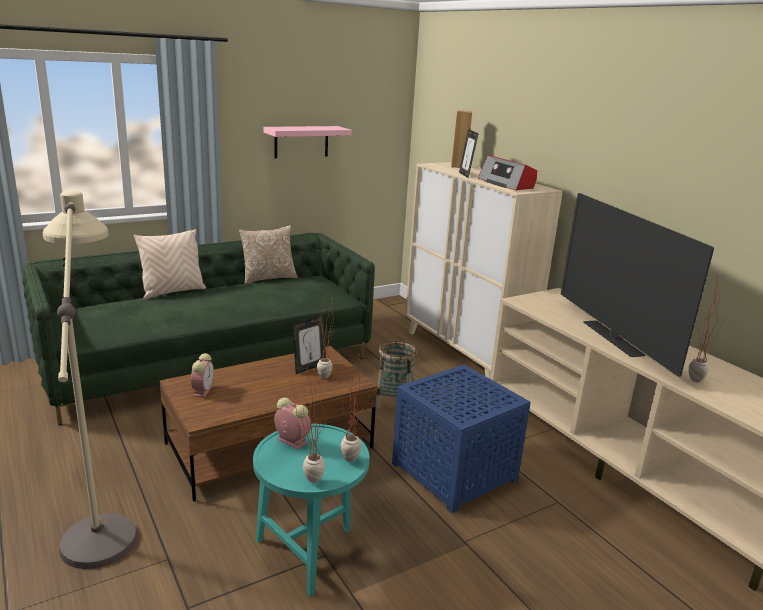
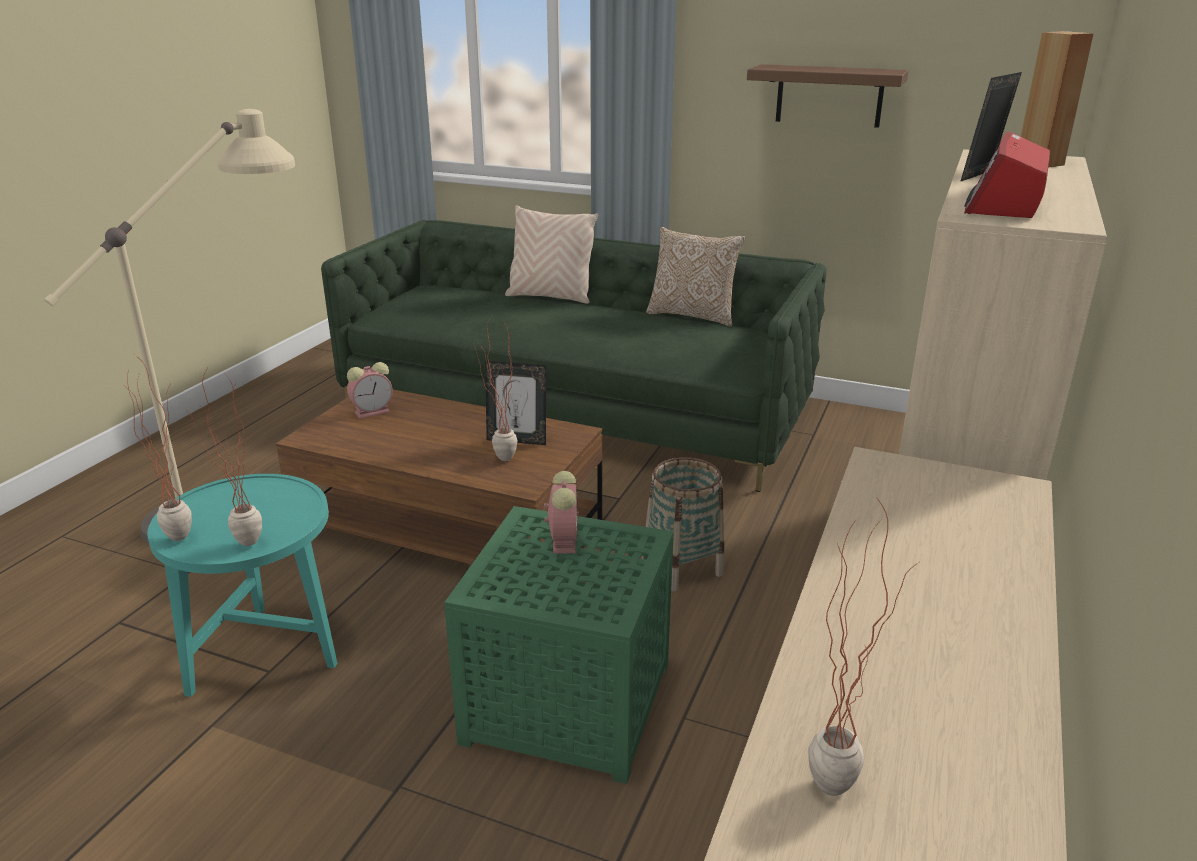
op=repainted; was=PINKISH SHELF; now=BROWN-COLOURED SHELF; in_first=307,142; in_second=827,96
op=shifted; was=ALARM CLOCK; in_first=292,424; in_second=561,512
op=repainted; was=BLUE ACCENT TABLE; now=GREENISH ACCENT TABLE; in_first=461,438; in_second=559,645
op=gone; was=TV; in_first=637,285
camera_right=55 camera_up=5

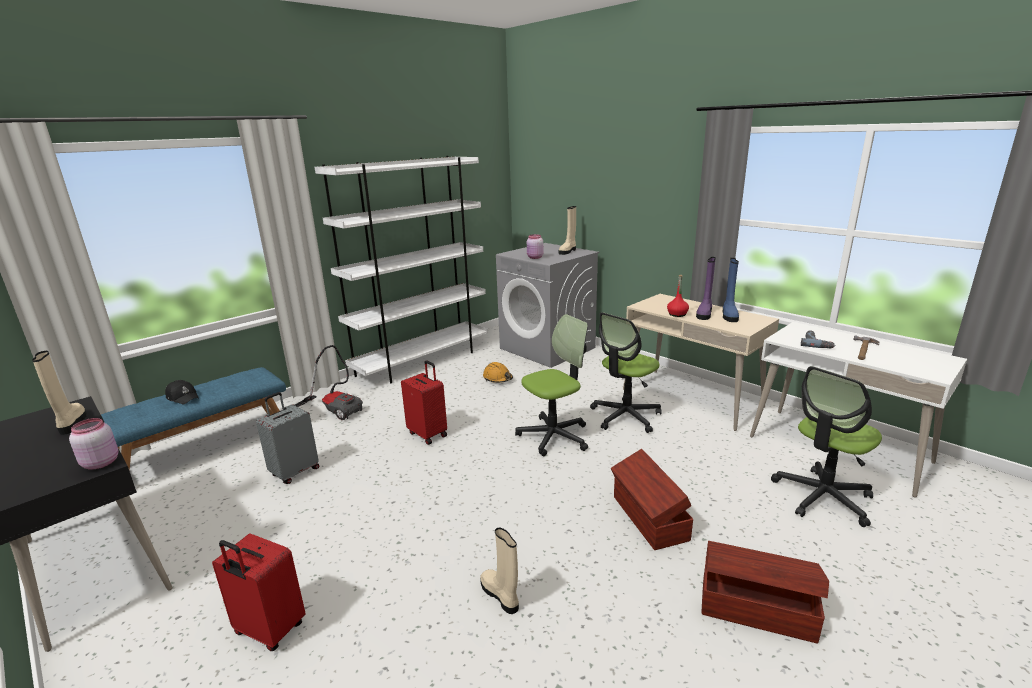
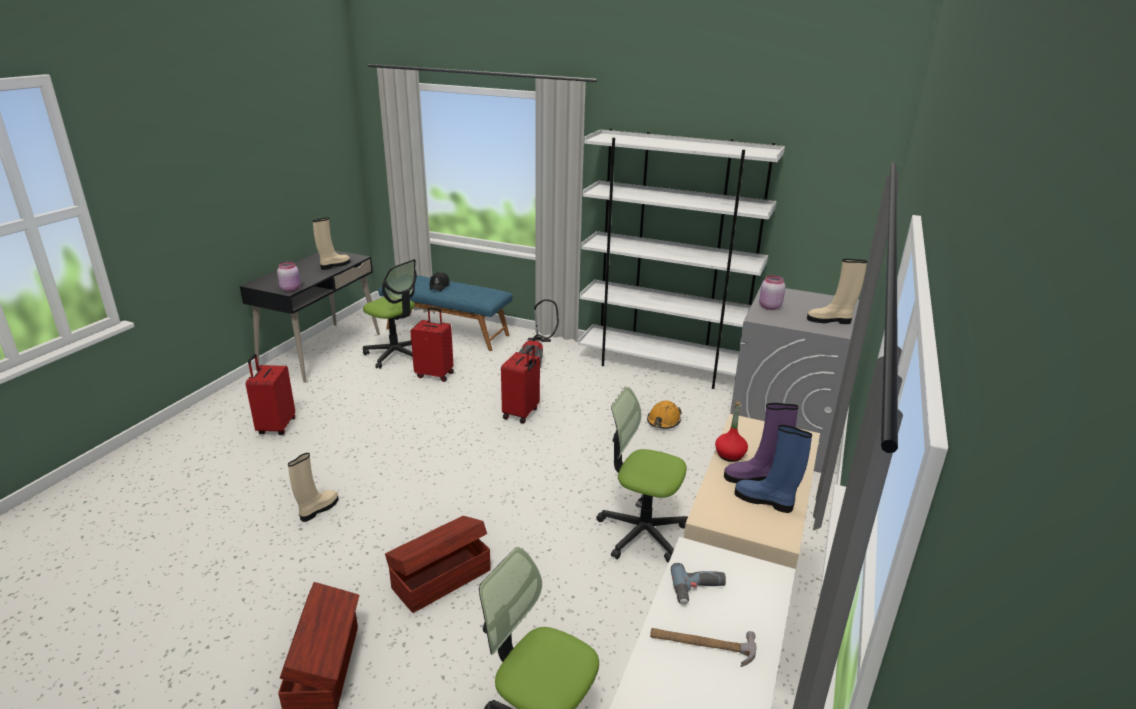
op=repainted; was=GREYISH TRAVEL CASE; now=RED TRAVEL CASE; in_first=288,438; in_second=432,344
op=shifted; was=OFFICE CHAIR; in_first=551,385; in_second=390,314
op=rotated; was=BLUE BOOT; in_first=731,290; in_second=773,469; clockwise=45
camera_right=65 camera_up=5

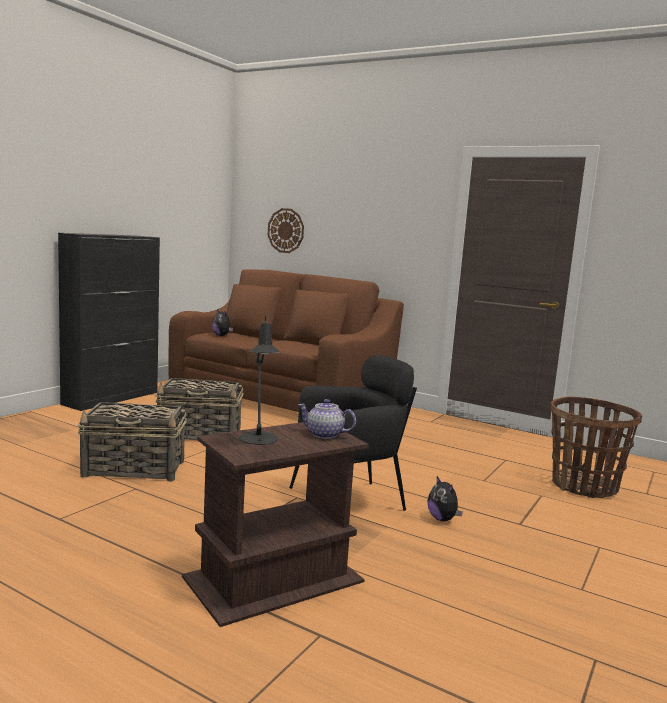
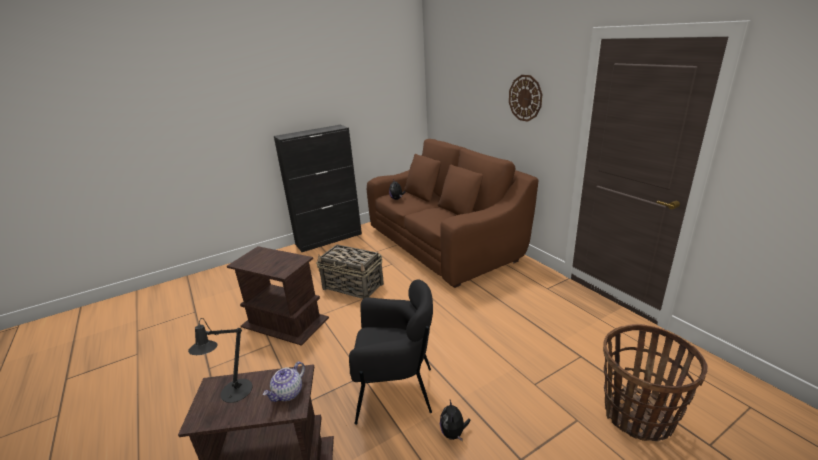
op=swapped; was=HOUSEHOLD BASKET; now=BROWN-COLOURED ACCENT TABLE; in_first=132,442; in_second=278,296
op=shifted; was=WALL CLOCK; in_first=286,230; in_second=525,98
op=rotated; was=TEAPOT; in_first=327,419; in_second=284,382; clockwise=-105
camera_right=30 camera_up=15

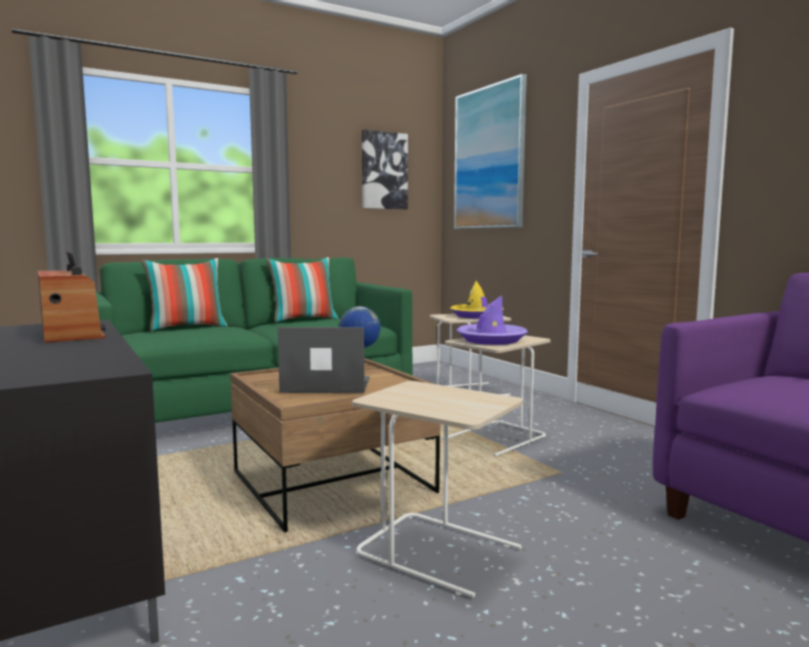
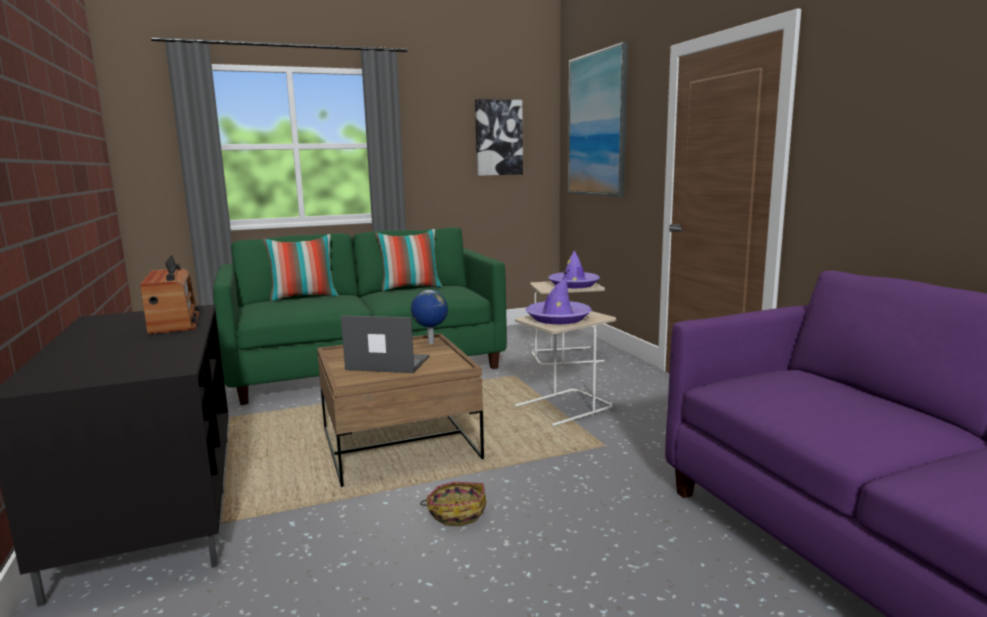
op=swapped; was=BEIGE-COLOURED ACCENT TABLE; now=HOUSEHOLD BASKET; in_first=437,489; in_second=453,504
op=repainted; was=YELLOW HAT; now=PURPLISH HAT; in_first=477,300; in_second=574,269
camera_right=10 camera_up=5

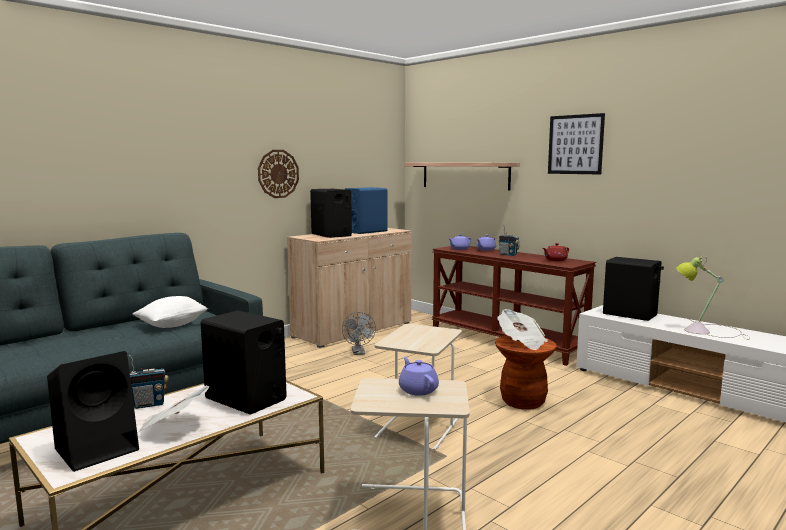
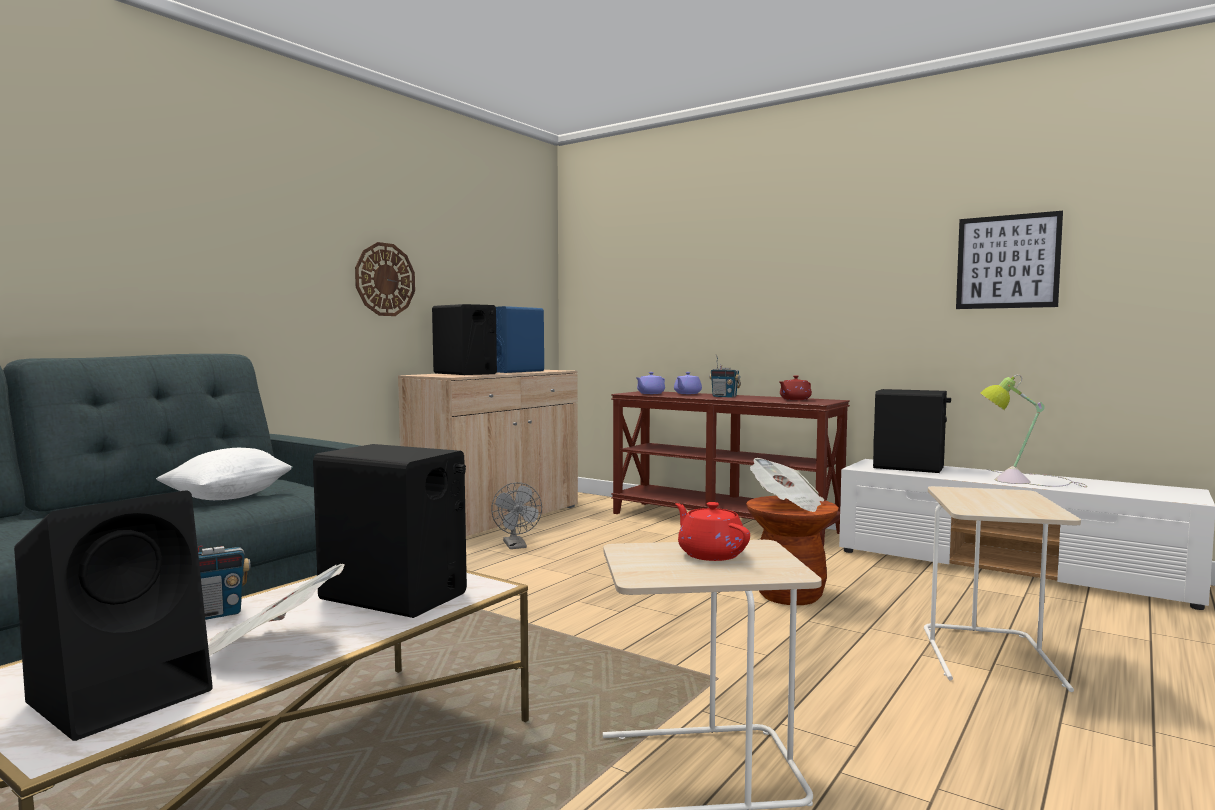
op=shifted; was=BEIGE-COLOURED ACCENT TABLE; in_first=417,387; in_second=1002,589
op=repainted; was=PURPLISH TEAPOT; now=RED TEAPOT; in_first=419,376; in_second=712,531
op=gone; was=SHELF; in_first=462,177
op=shifted; was=PICTURE; in_first=576,143; in_second=1009,260
camera_right=-10 camera_up=-5

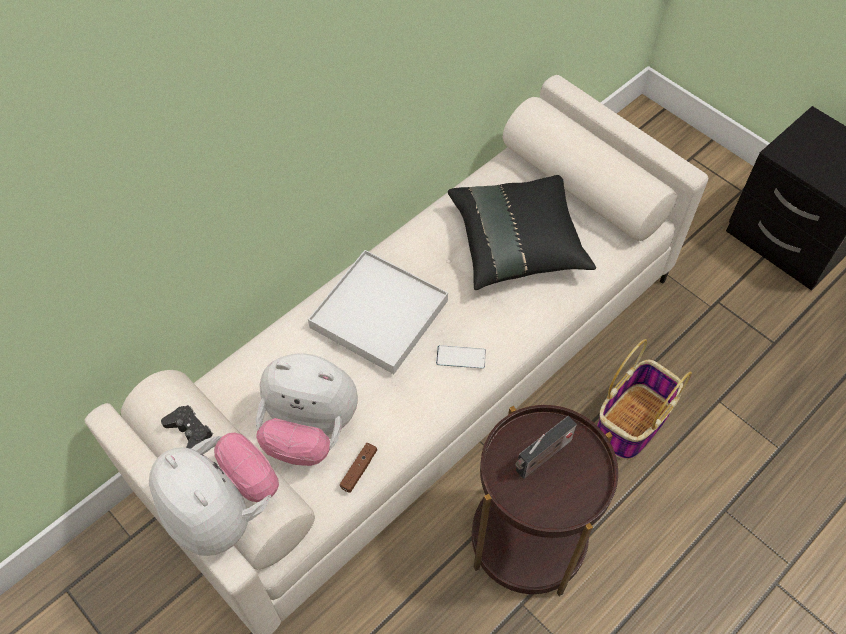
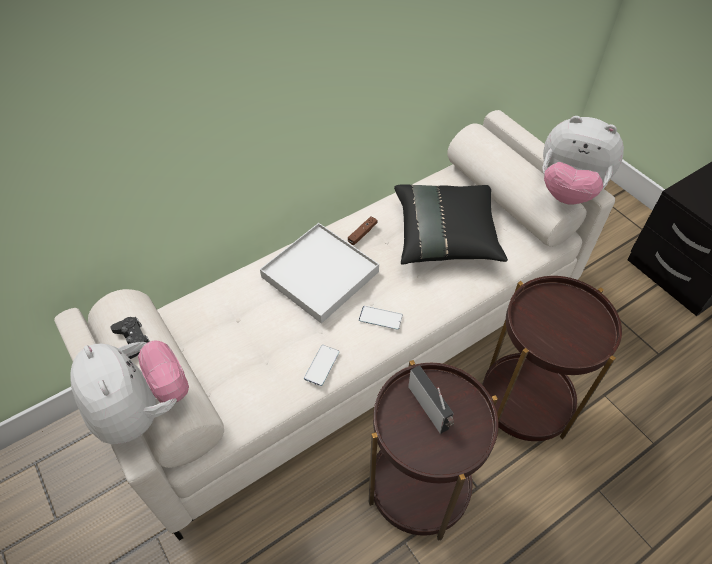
op=shifted; was=SOFT TOY; in_first=307,410; in_second=583,160
op=shifted; was=BROWN-COLOURED GAME CONTROLLER; in_first=358,468; in_second=363,230
op=rotated; was=RADIO; in_first=546,447; in_second=431,399; clockwise=-90
op=swapped; was=HOUSEHOLD BASKET; now=BROWN-COLOURED ACCENT TABLE; in_first=644,399; in_second=552,358
op=new; now=TELEPHONE; in_second=321,365
camera_right=10 camera_up=-5

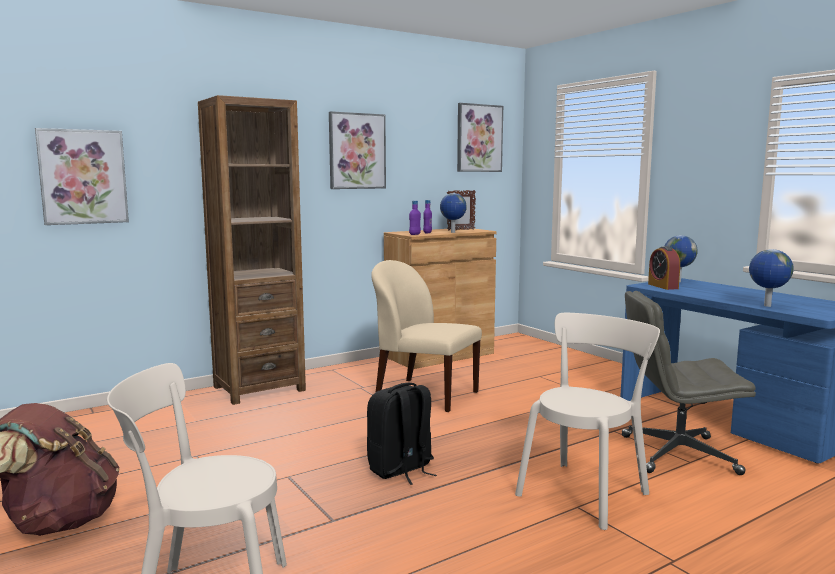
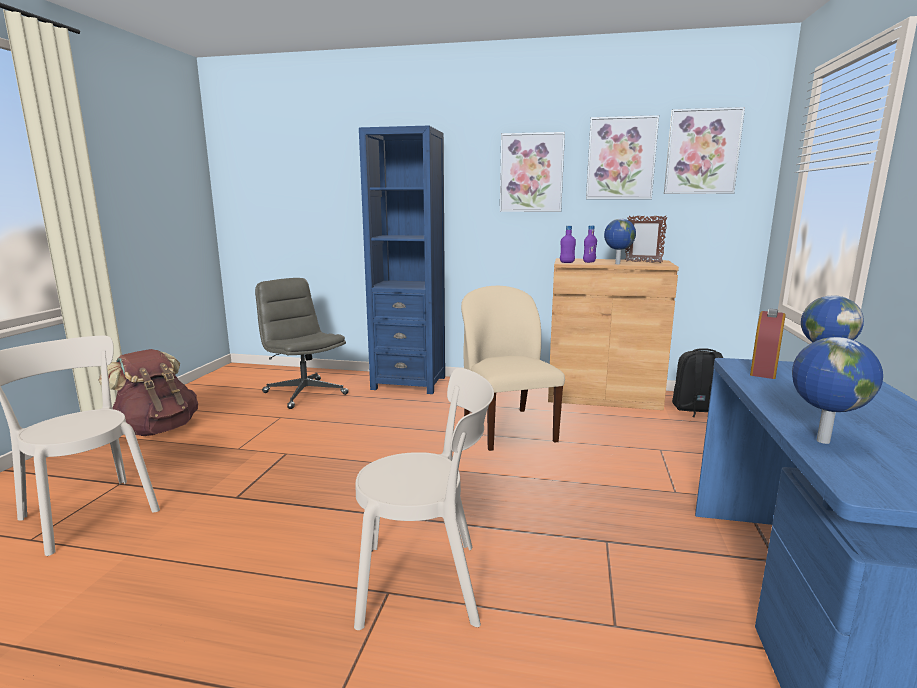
op=shifted; was=PICTURE; in_first=82,176; in_second=622,157
op=repainted; was=BROWN-COLOURED BOOKSHELF; now=BLUE BOOKSHELF; in_first=252,250; in_second=402,260
op=shifted; was=BLACKISH BACKPACK; in_first=402,434; in_second=697,382
op=shifted; was=GREYISH OFFICE CHAIR; in_first=689,383; in_second=302,343
camera_right=45 camera_up=5

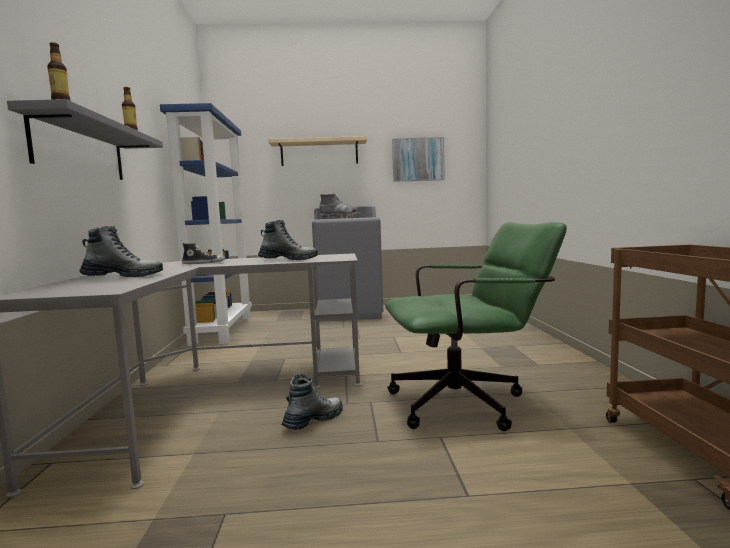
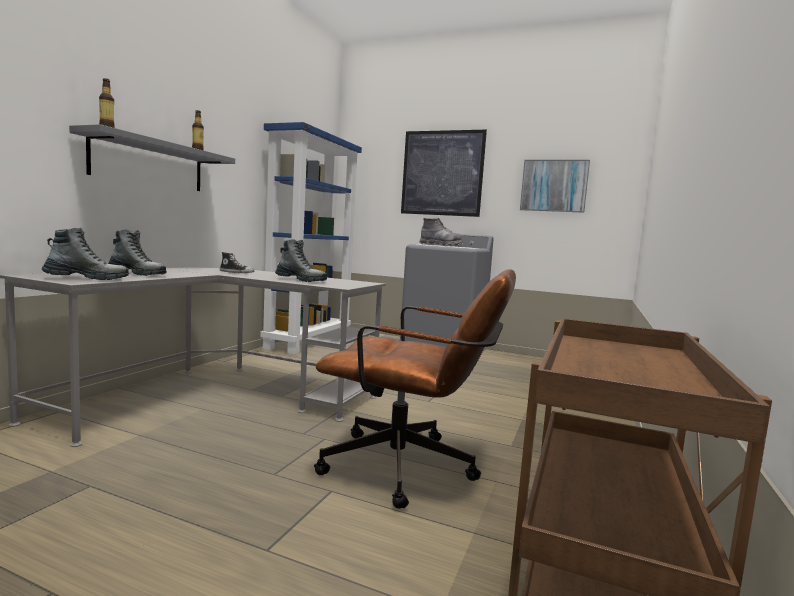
op=swapped; was=BEIGE-COLOURED SHELF; now=PICTURE; in_first=317,151; in_second=444,173
op=shifted; was=BOOT; in_first=312,402; in_second=85,254
op=repainted; was=GREENISH OFFICE CHAIR; now=BROWN-COLOURED OFFICE CHAIR; in_first=476,326; in_second=415,389
camera_right=25 camera_up=0

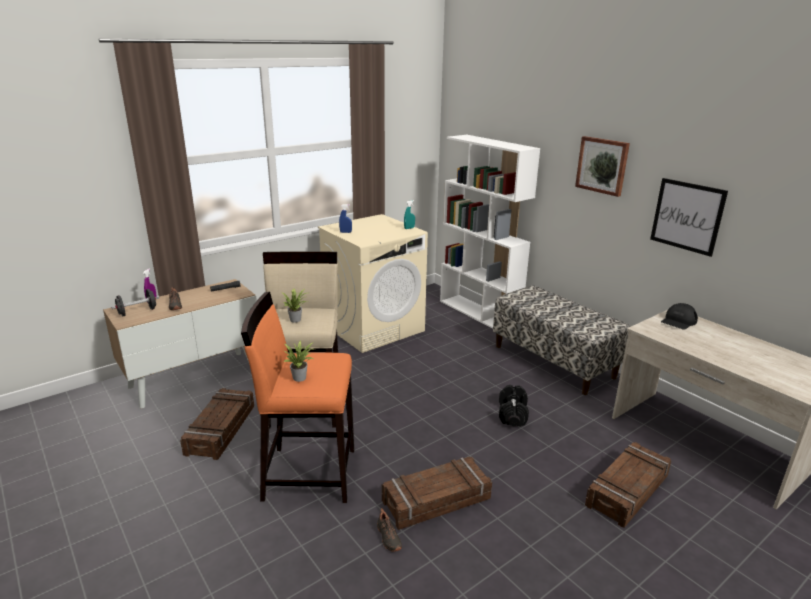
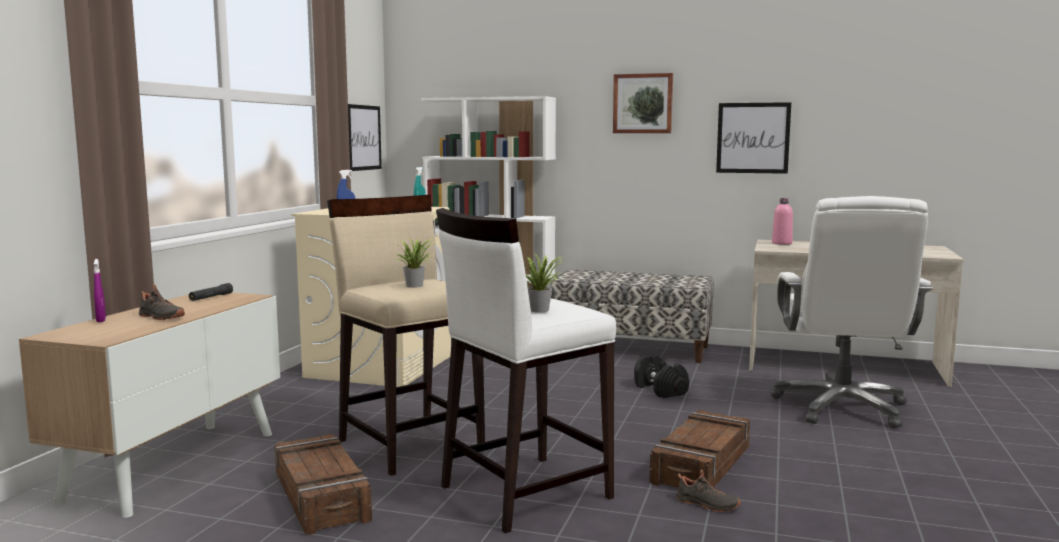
op=gone; was=BLACKISH HAND WEIGHT; in_first=135,303
op=repainted; was=ORANGE-COLOURED STOOL SEAT; now=WHITISH STOOL SEAT; in_first=297,397; in_second=526,370
op=swapped; was=SHIPPING CRATE; now=WHITISH OFFICE CHAIR; in_first=628,485; in_second=852,312
op=swapped; was=BLACKISH PEAKED CAP; now=PINKISH BEVERAGE BOTTLE; in_first=679,316; in_second=782,221
op=new; now=PICTURE; in_second=365,137
camera_right=-35 camera_up=-15

